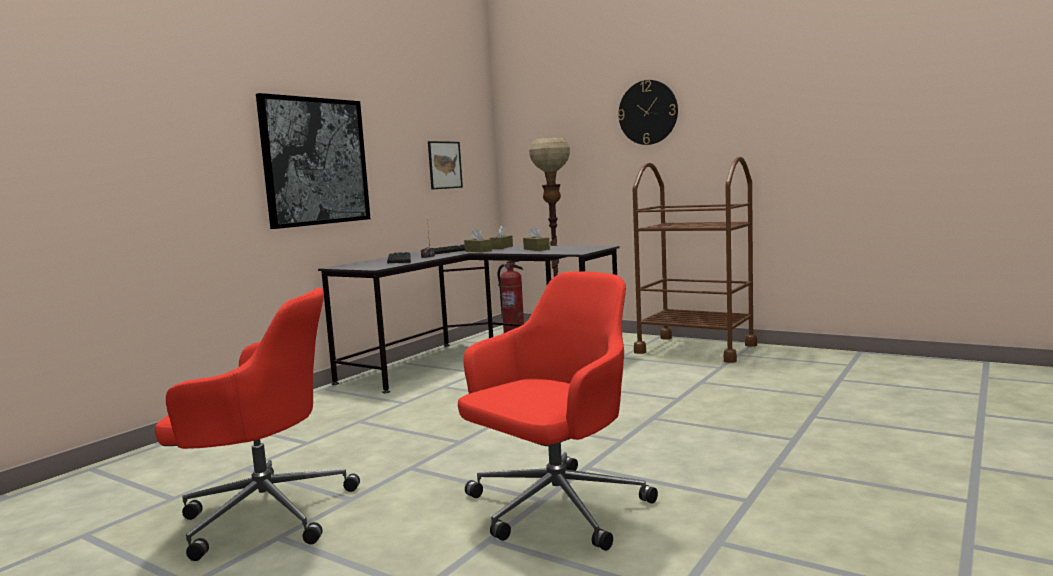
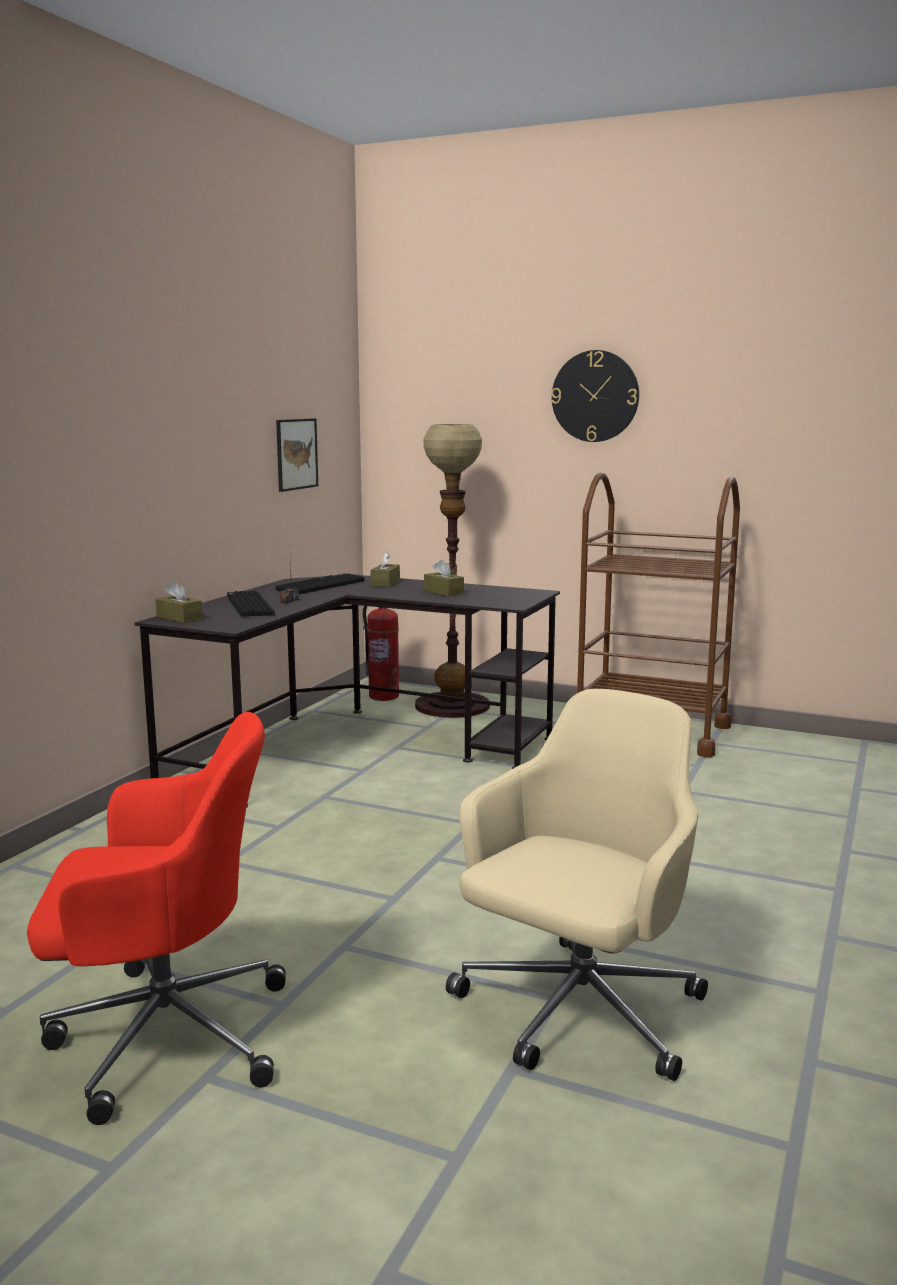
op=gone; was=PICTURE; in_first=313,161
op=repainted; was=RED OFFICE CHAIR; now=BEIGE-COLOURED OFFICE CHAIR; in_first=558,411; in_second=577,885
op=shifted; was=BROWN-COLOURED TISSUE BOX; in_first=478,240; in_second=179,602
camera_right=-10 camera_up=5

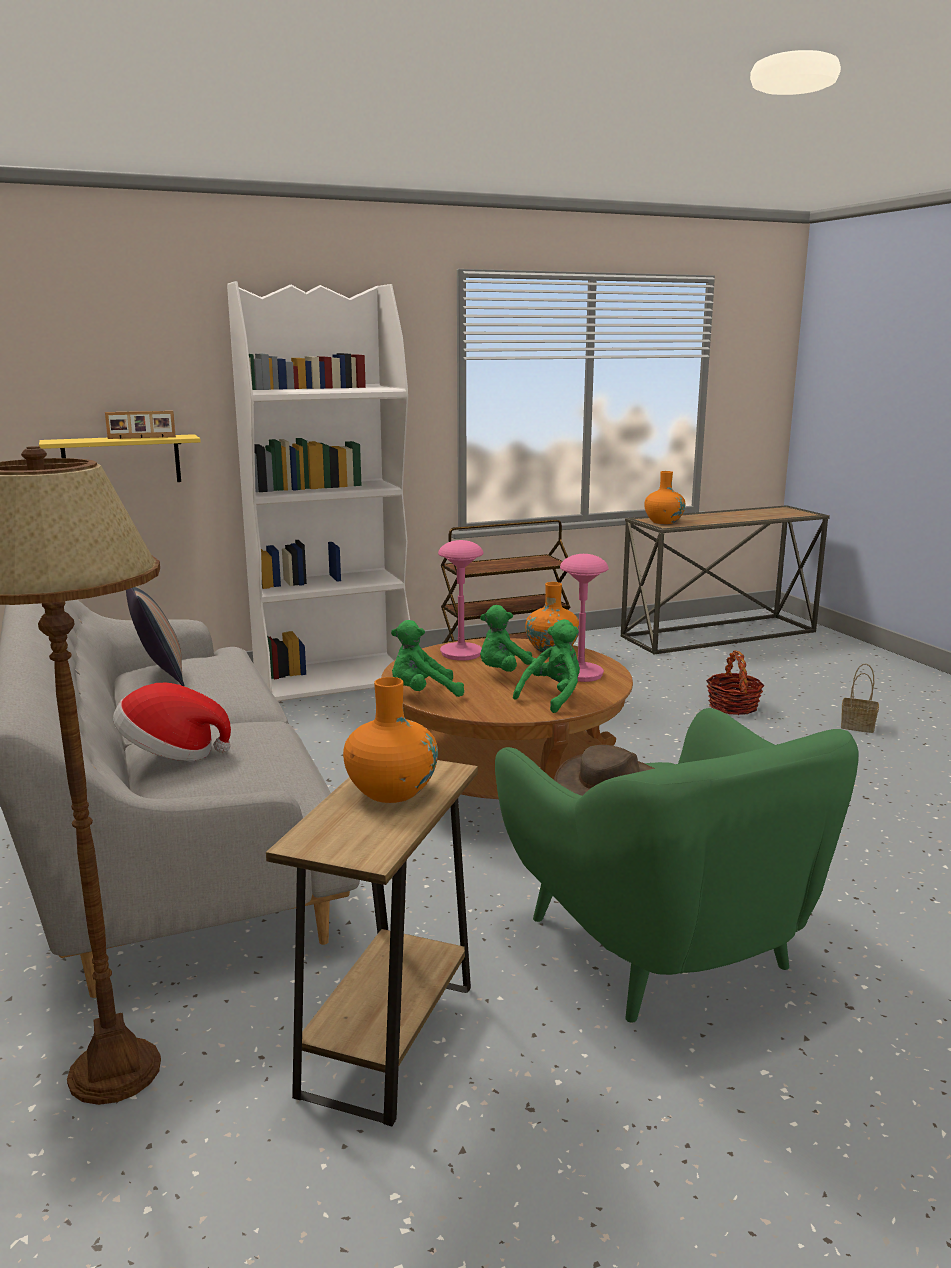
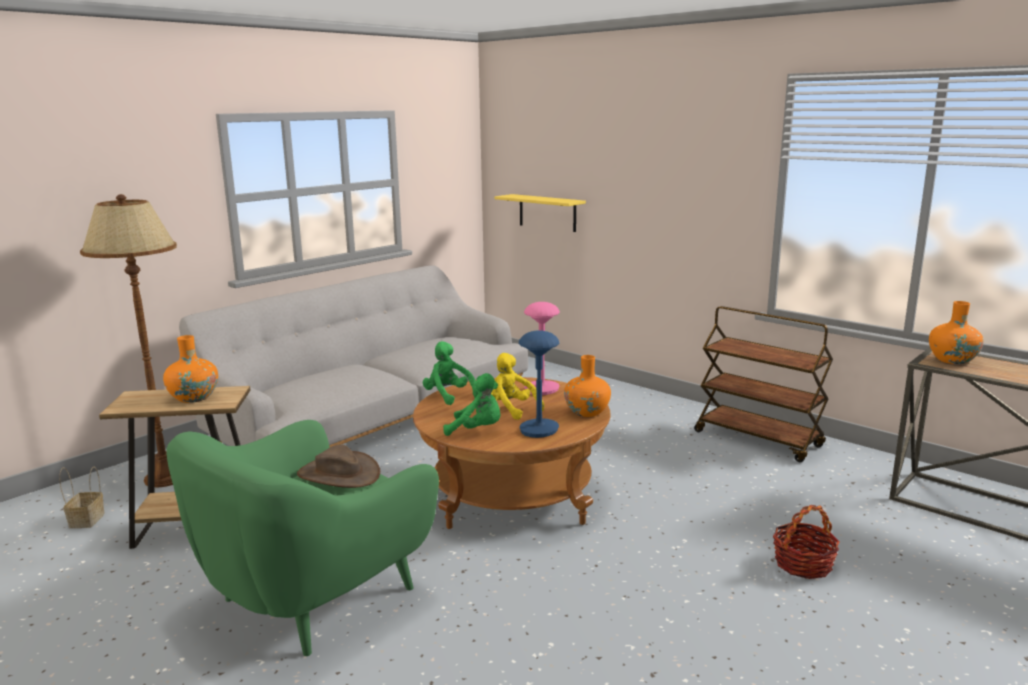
op=gone; was=STANDING FRAME; in_first=140,425
op=gone; was=HAT; in_first=172,722
op=gone; was=THROW PILLOW; in_first=155,636
op=gone; was=WHITISH BOOKSHELF; in_first=318,491
op=repainted; was=GREENISH SOFT TOY; now=YELLOW SOFT TOY; in_first=513,640; in_second=517,386
op=repainted; was=PINKISH TABLETOP LAMP; now=BLUE TABLETOP LAMP; in_first=584,618; in_second=539,384
op=shifted; was=HOUSEHOLD BASKET; in_first=860,698; in_second=82,497
camera_right=65 camera_up=0

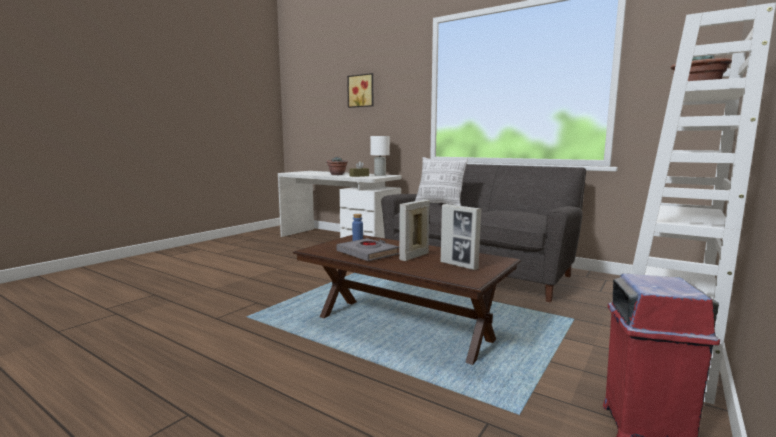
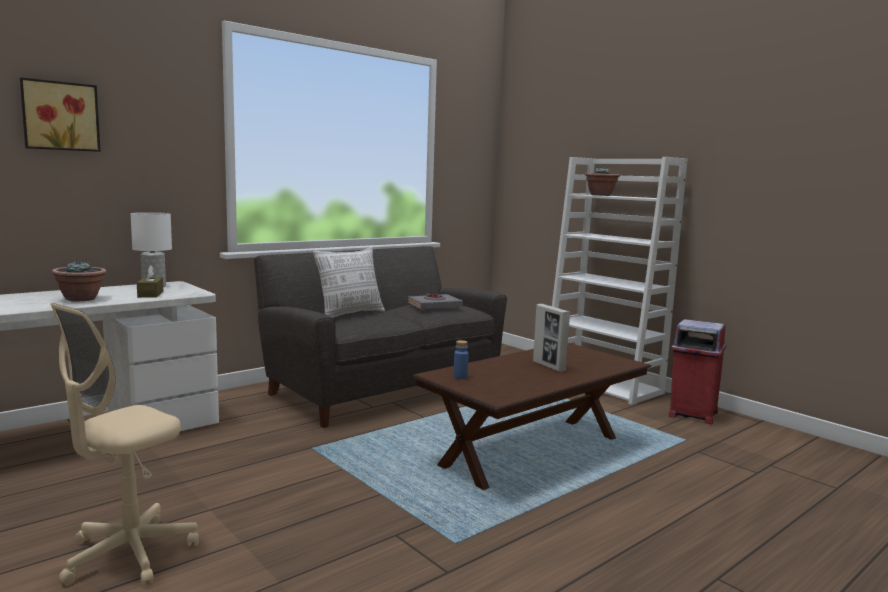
op=shifted; was=GREYISH BOOK; in_first=367,249; in_second=435,301
op=gone; was=STANDING FRAME; in_first=461,237
op=new; now=BEIGE-COLOURED OFFICE CHAIR; in_second=124,444
camera_right=-75 camera_up=0

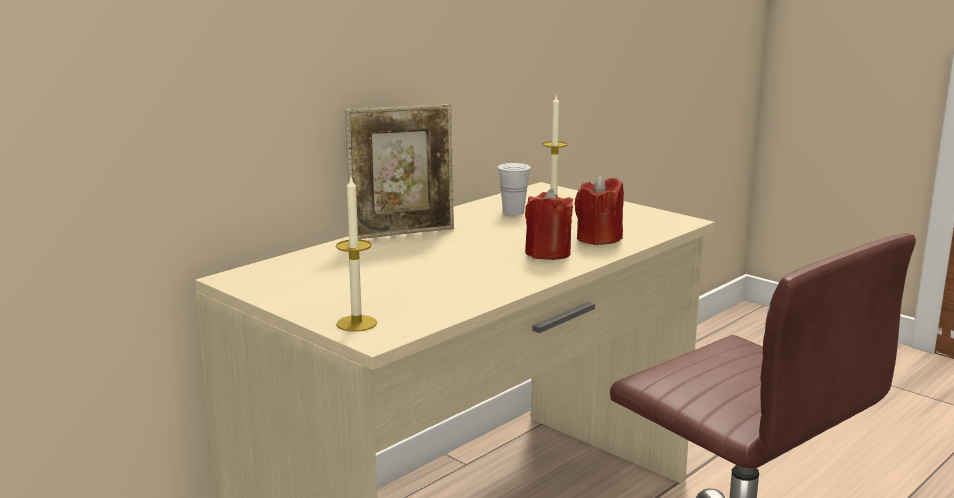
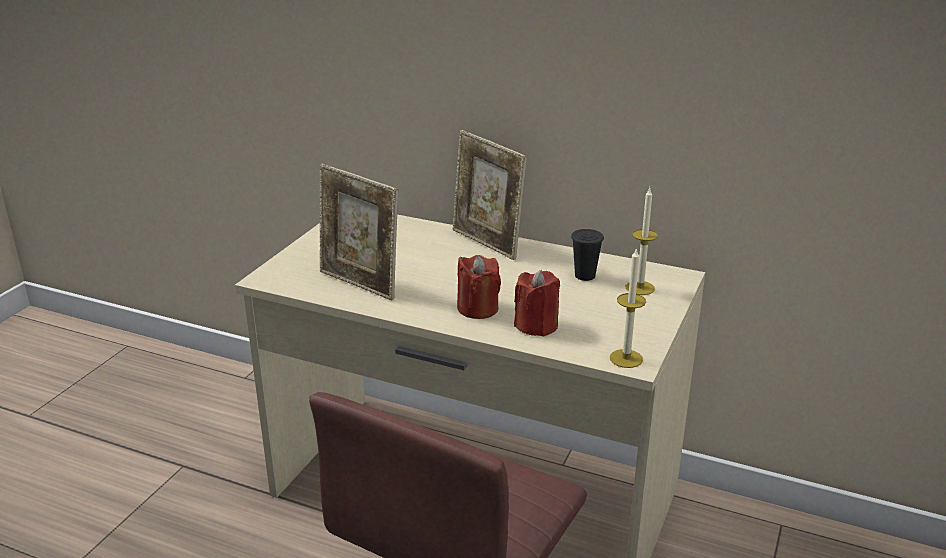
op=shifted; was=WAX LIGHT; in_first=356,255; in_second=628,307
op=repainted; was=WHITISH SMALL CUP; now=BLACKISH SMALL CUP; in_first=514,189; in_second=587,255
op=new; now=STANDING FRAME; in_second=359,232
camera_right=70 camera_up=10

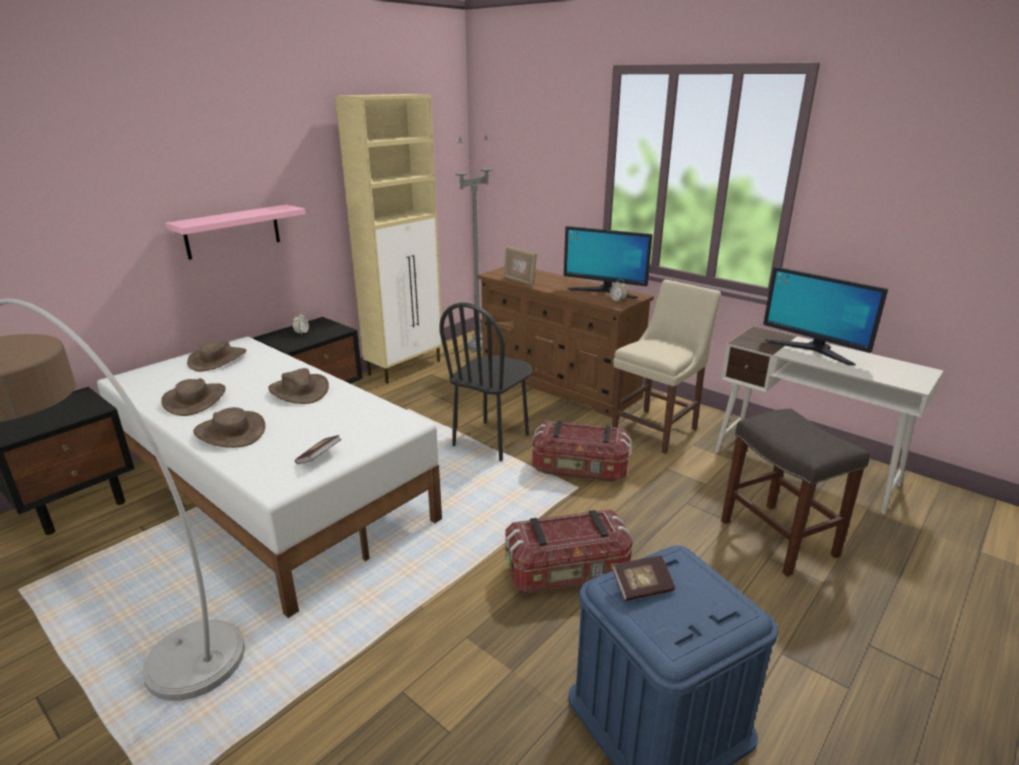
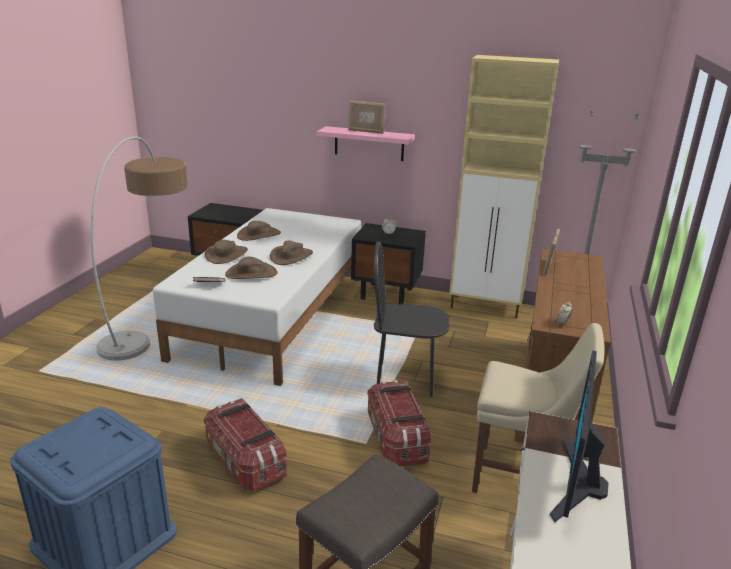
op=shifted; was=BROWN-COLOURED HAT; in_first=216,356; in_second=251,268
op=gone; was=COMPUTER SCREEN; in_first=608,262
op=gone; was=BOOK; in_first=643,578
op=new; now=STANDING FRAME; in_second=367,117
camera_right=65 camera_up=0

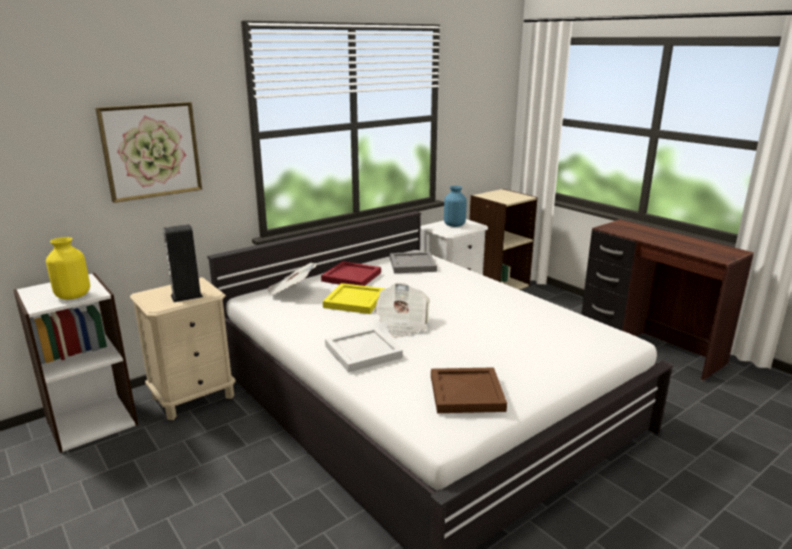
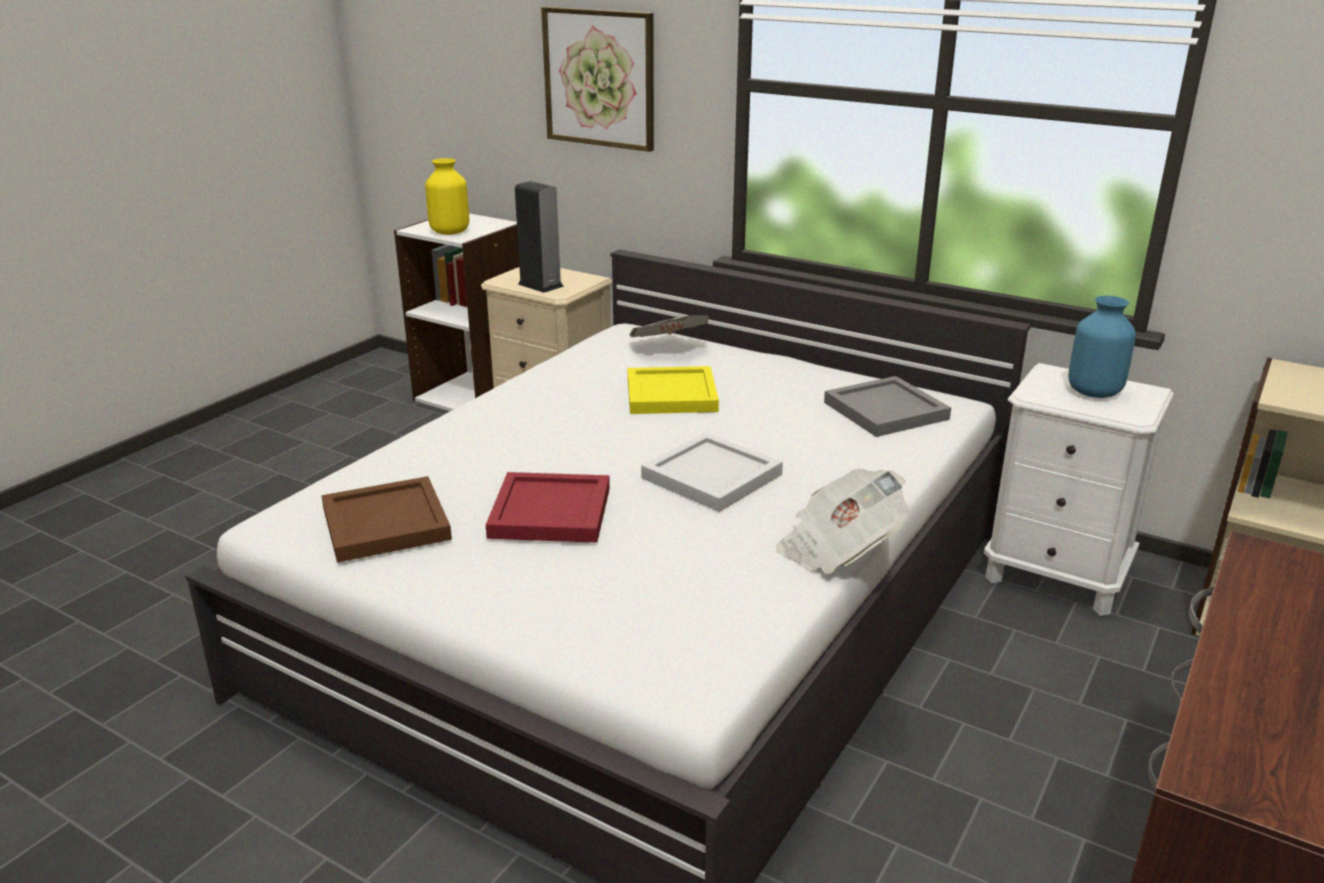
op=shifted; was=RED SERVING TRAY; in_first=351,273; in_second=548,507
op=shifted; was=WHITISH SERVING TRAY; in_first=364,349; in_second=712,472
op=shifted; was=NEWSPAPER; in_first=402,310; in_second=842,521
camera_right=70 camera_up=5

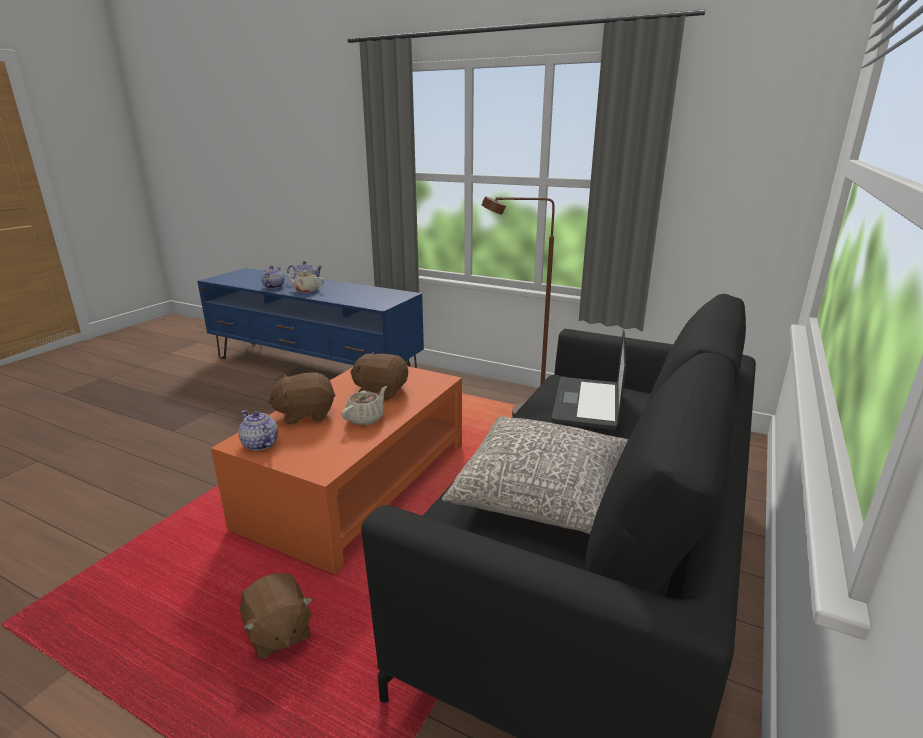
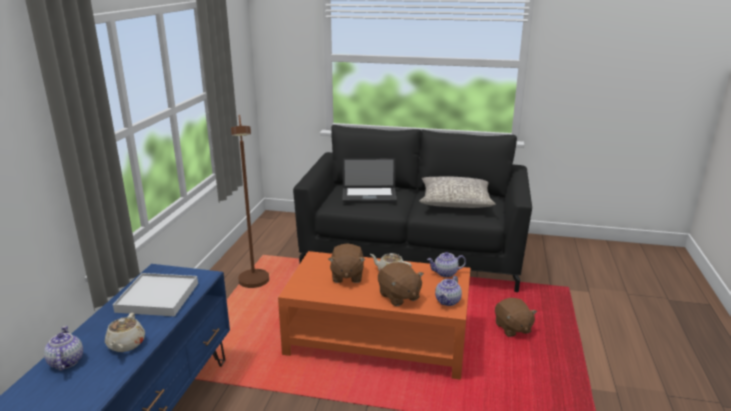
op=rotated; was=BROWN-COLOURED SOFT TOY; in_first=276,616; in_second=516,317; clockwise=120
op=shifted; was=TEAPOT; in_first=272,277; in_second=446,264
op=new; now=WHITISH SERVING TRAY; in_second=155,294
camera_right=-105 camera_up=0

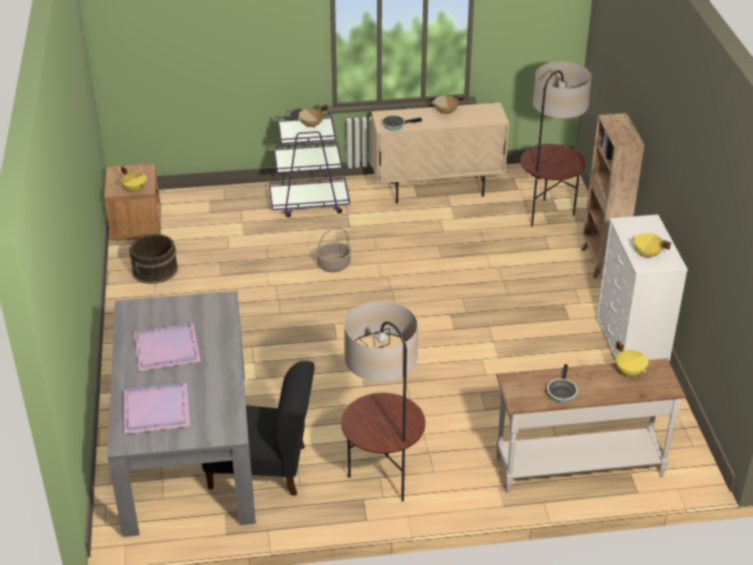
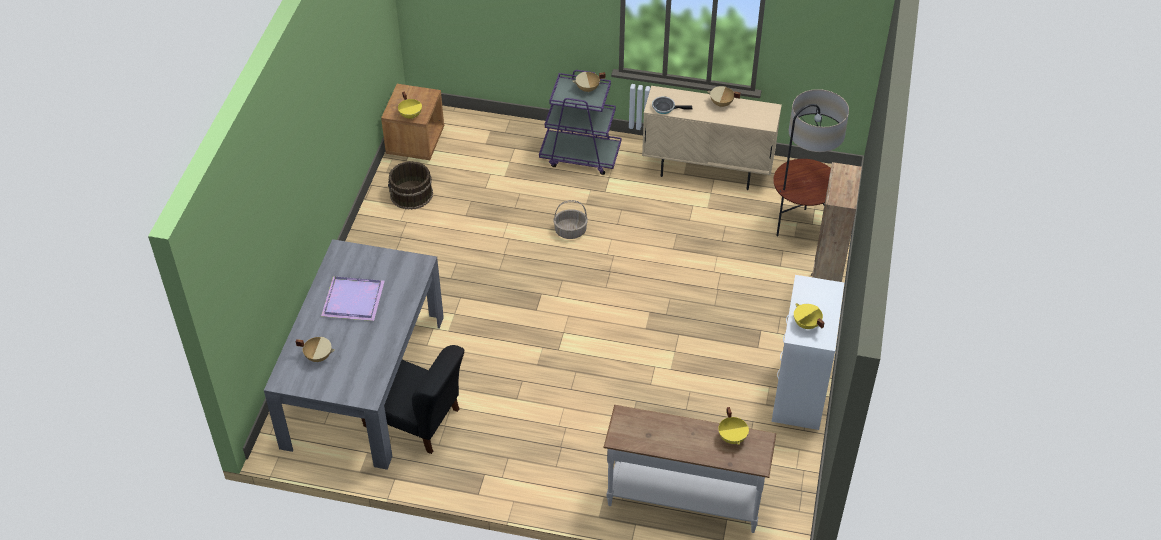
op=swapped; was=PURPLISH SERVING TRAY; now=BEIGE-COLOURED COOKING POT; in_first=157,408; in_second=315,349
op=gone; was=STANDARD LAMP; in_first=383,401
op=gone; was=PAN; in_first=562,383
camera_right=20 camera_up=10

